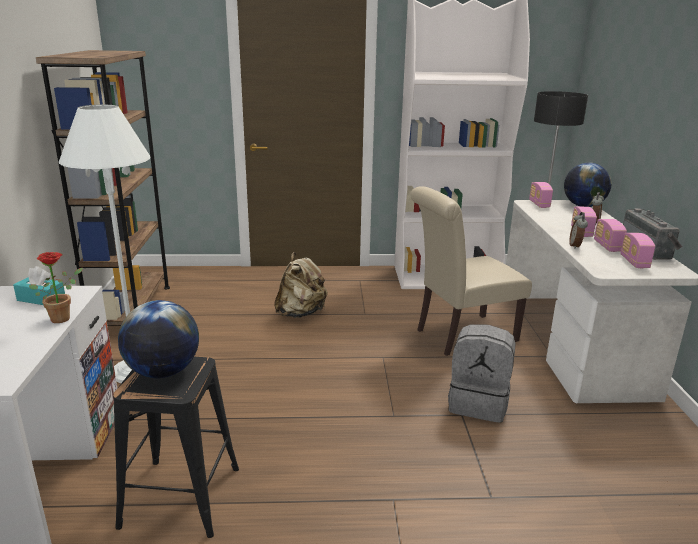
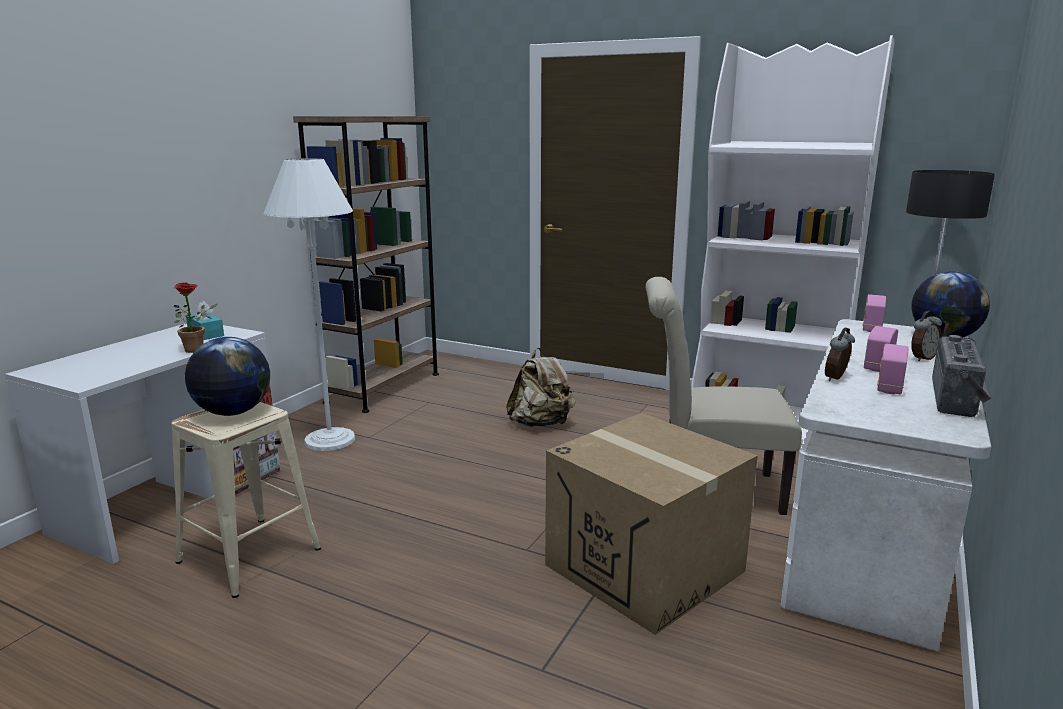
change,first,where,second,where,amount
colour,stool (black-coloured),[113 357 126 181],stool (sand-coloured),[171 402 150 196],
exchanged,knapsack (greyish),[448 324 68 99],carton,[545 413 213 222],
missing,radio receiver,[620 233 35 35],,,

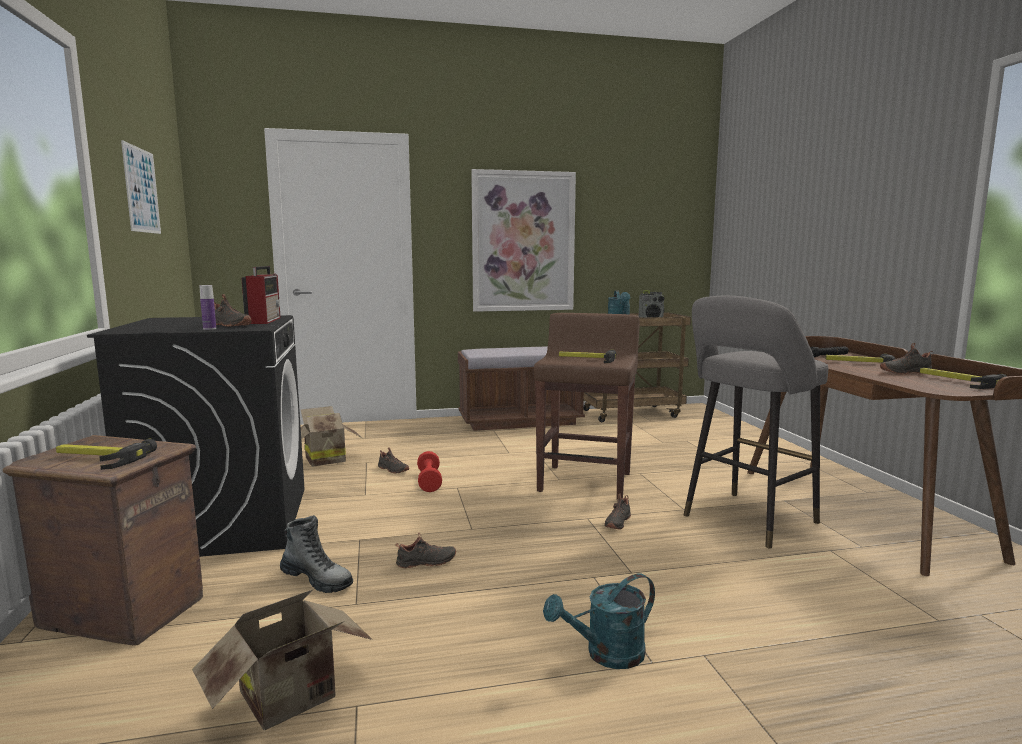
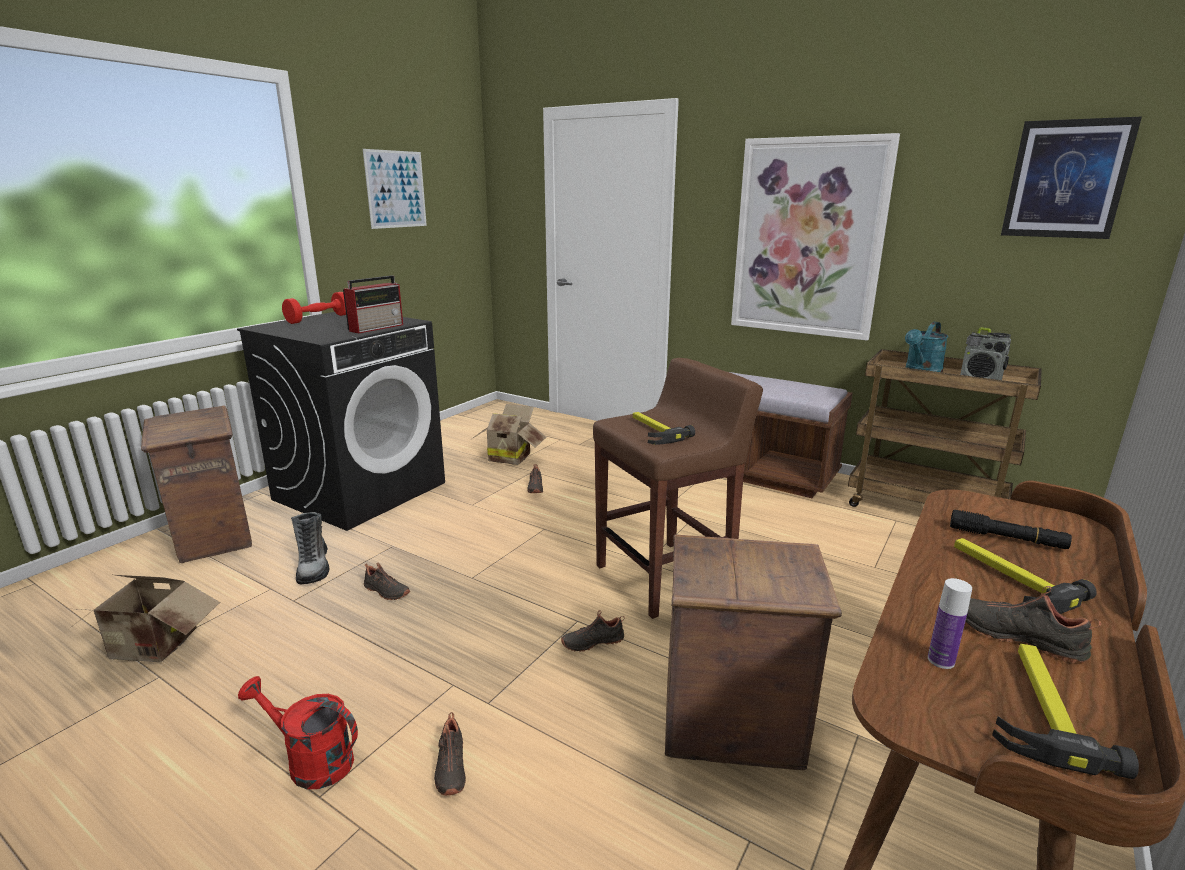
change,first,where,second,where,amount
colour,sprinkling can (turquoise-coloured),[543 573 112 96],sprinkling can (red),[238 676 120 113],
relocated,free weight (red),[417 451 25 41],,[282 292 64 32],
relocated,low shoe (black-coloured),[214 294 38 33],,[434 712 32 84],
exchanged,stool (greyish),[684 296 144 253],packing crate,[665 535 177 235],
relocated,beverage bottle,[199 285 17 45],,[928 578 44 91],
appeared,,,wall art,[1001 116 141 123],
missing,hand hammer,[56 439 101 31],,,

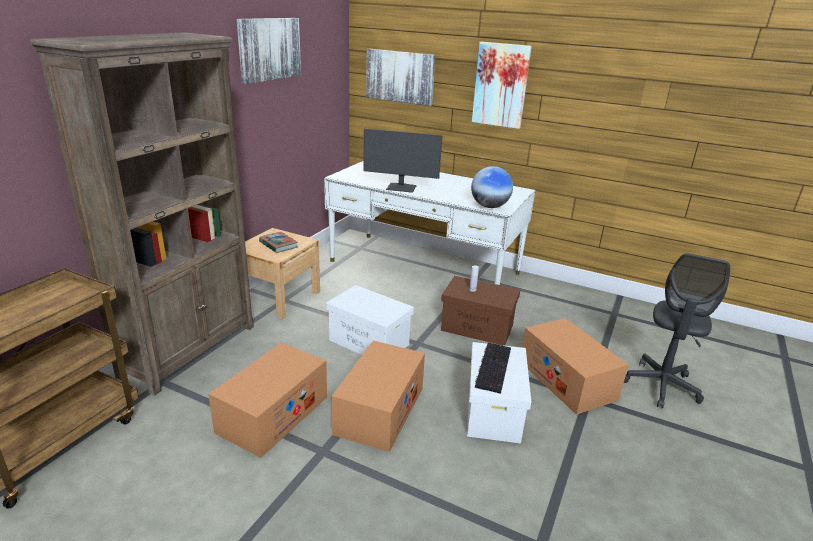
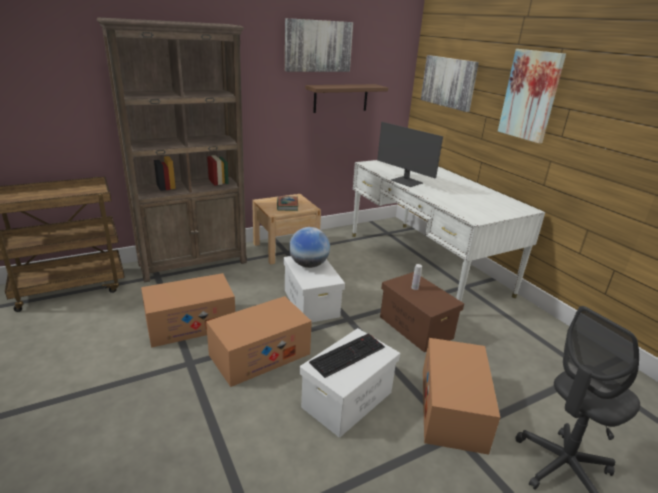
change,first,where,second,where,amount
relocated,globe,[471 166 42 42],,[289 227 41 41],
appeared,,,bracket shelf,[305 84 83 29],

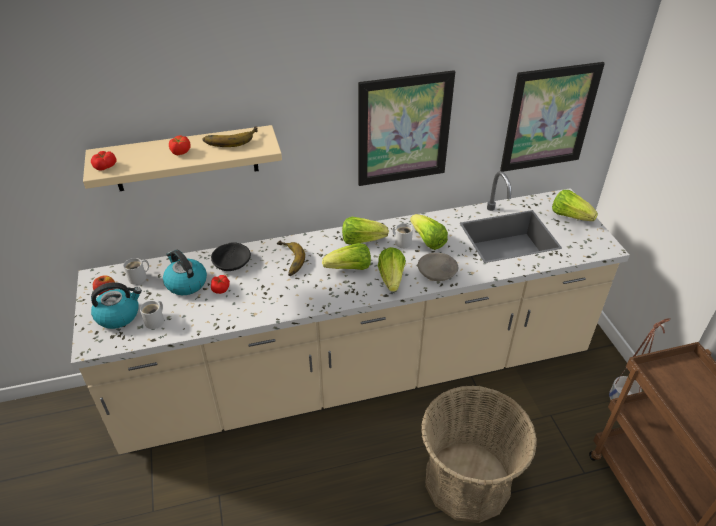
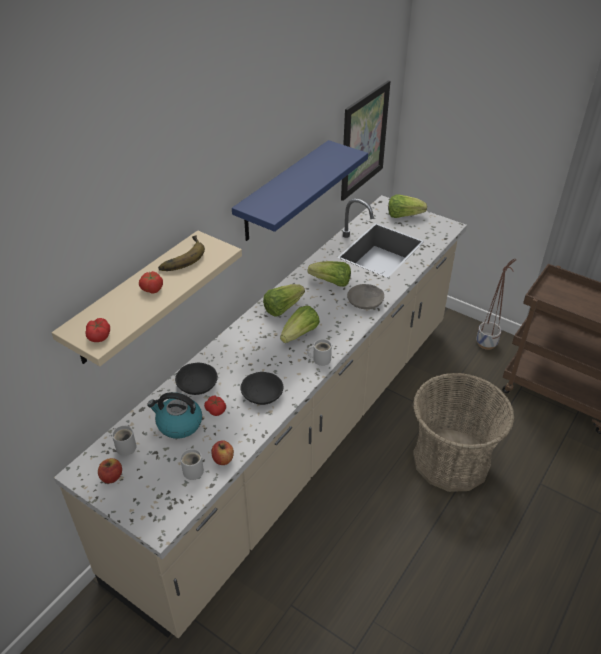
change,first,where,second,where,amount
appeared,,,apple,[212 440 22 25],
exchanged,wall art,[358 70 97 116],bracket shelf (blue-coloured),[232 140 136 101],
appeared,,,bowl (black-coloured),[241 372 43 33],
relocated,mug (whitish),[392 223 21 25],,[307 339 25 27],
missing,water kettle,[91 282 51 47],,,
missing,banana,[277 240 28 36],,,
missing,lettuce head,[378 247 28 45],,,

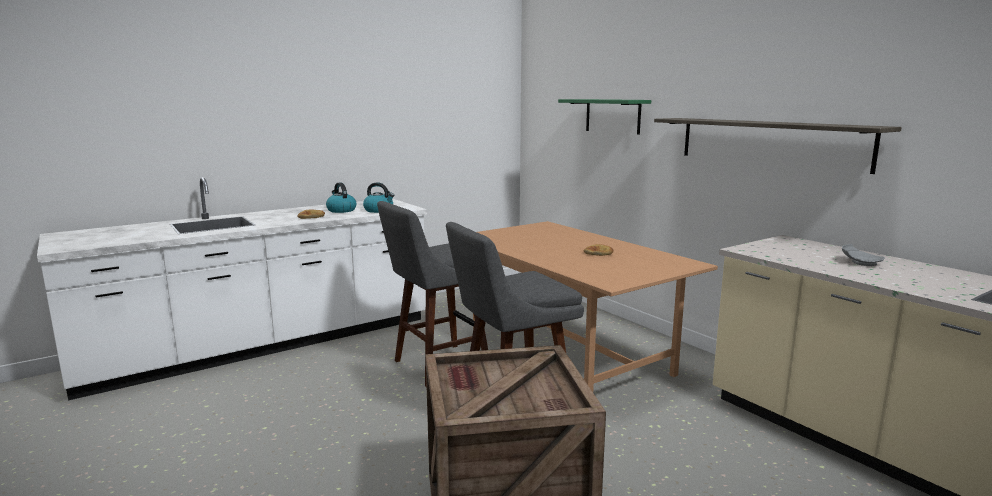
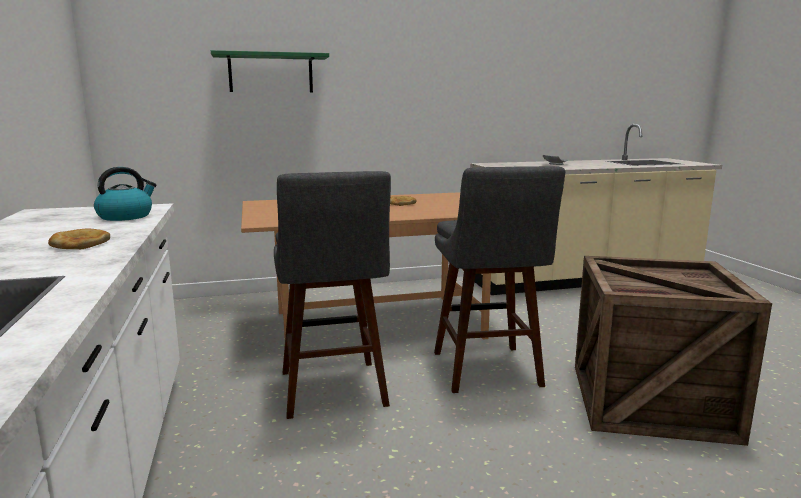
change,first,where,second,where,amount
missing,water kettle,[326 182 30 31],,,
missing,bracket shelf,[654 118 248 56],,,

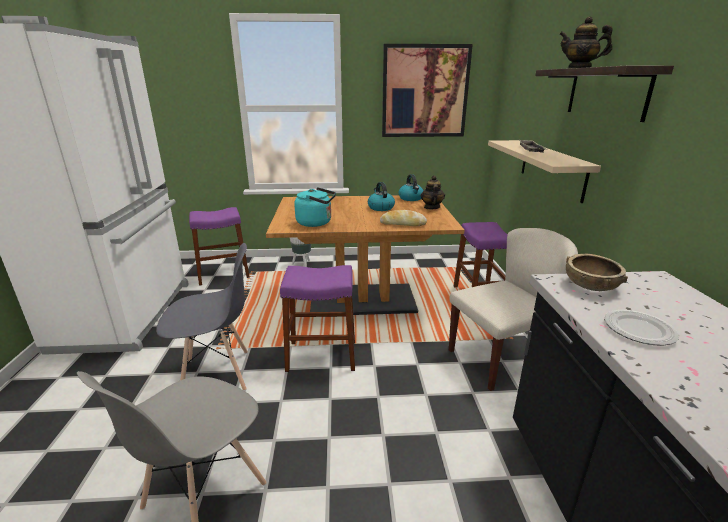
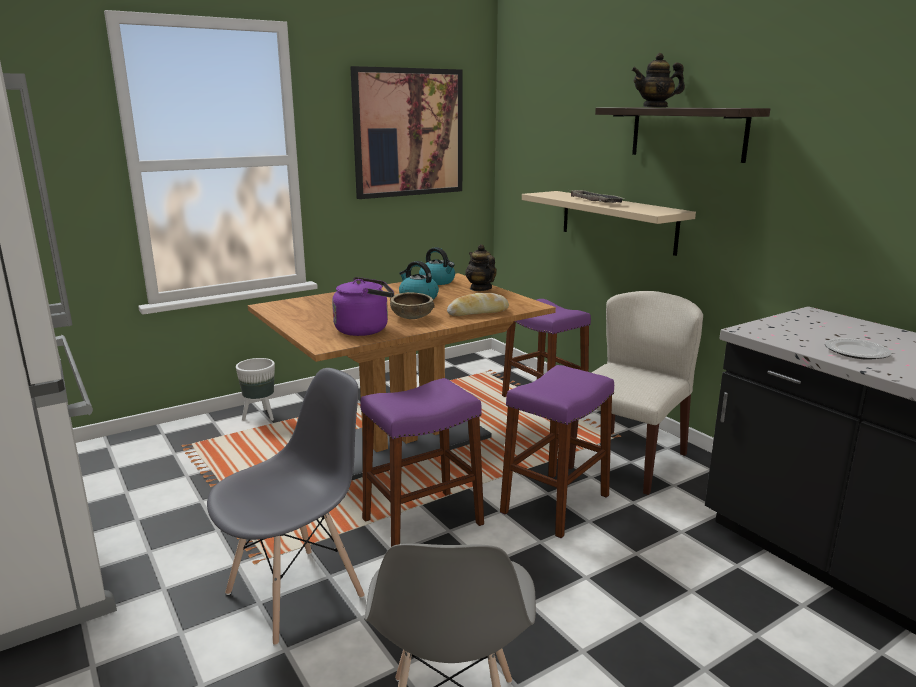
change,first,where,second,where,amount
colour,water kettle (turquoise-coloured),[294 187 42 40],water kettle (purple),[332 277 62 59],
relocated,bowl (brown-coloured),[566 254 62 37],,[390 292 44 27],
relocated,stool (purple),[189 207 61 79],,[500 365 114 173],

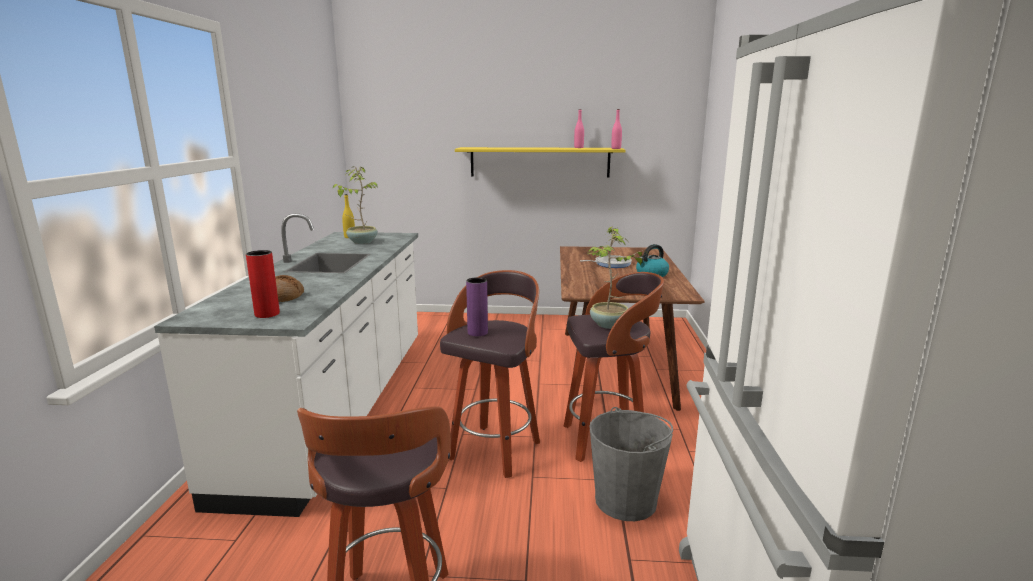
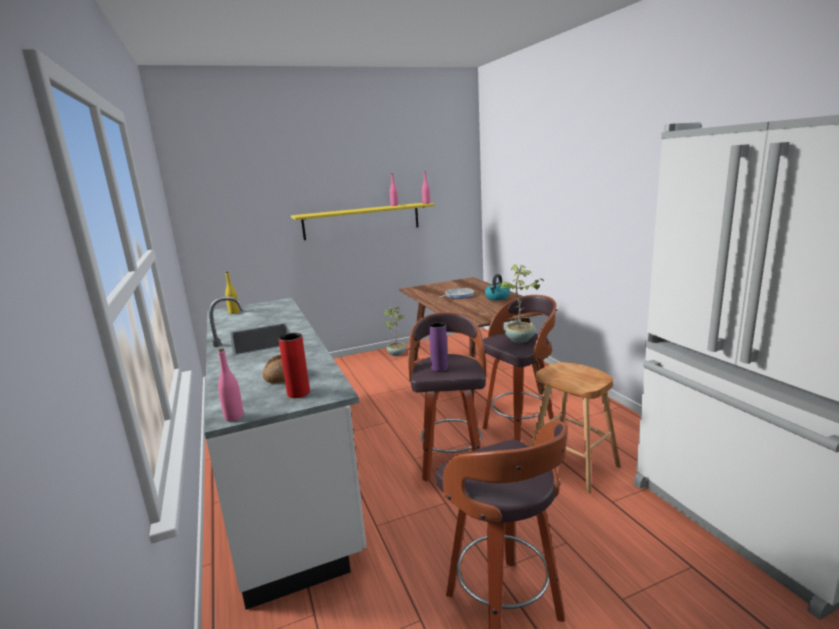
change,first,where,second,where,amount
appeared,,,beverage bottle (pinkish),[218 348 25 73],
relocated,potted plant,[333 166 46 78],,[384 307 22 49],
exchanged,pail (greyish),[590 407 83 114],stool (brown-coloured),[531 362 90 131],

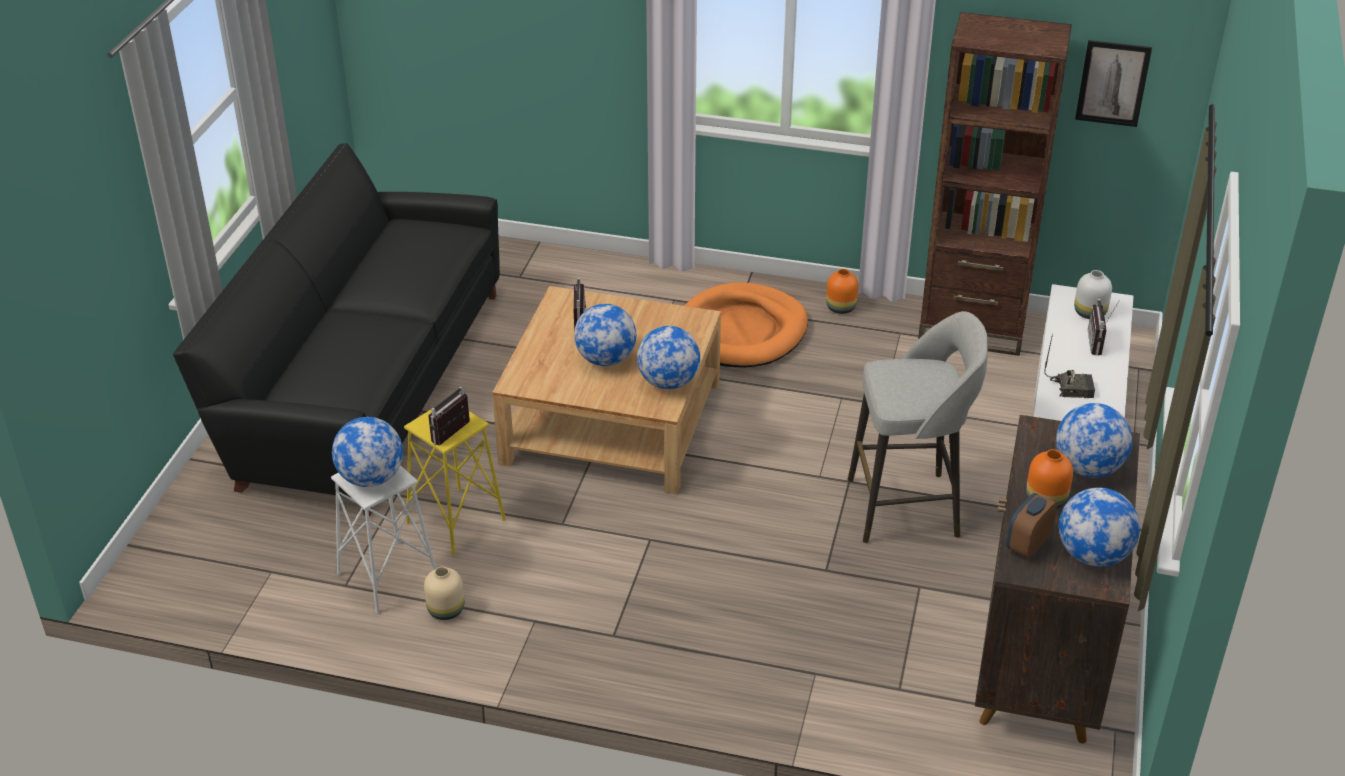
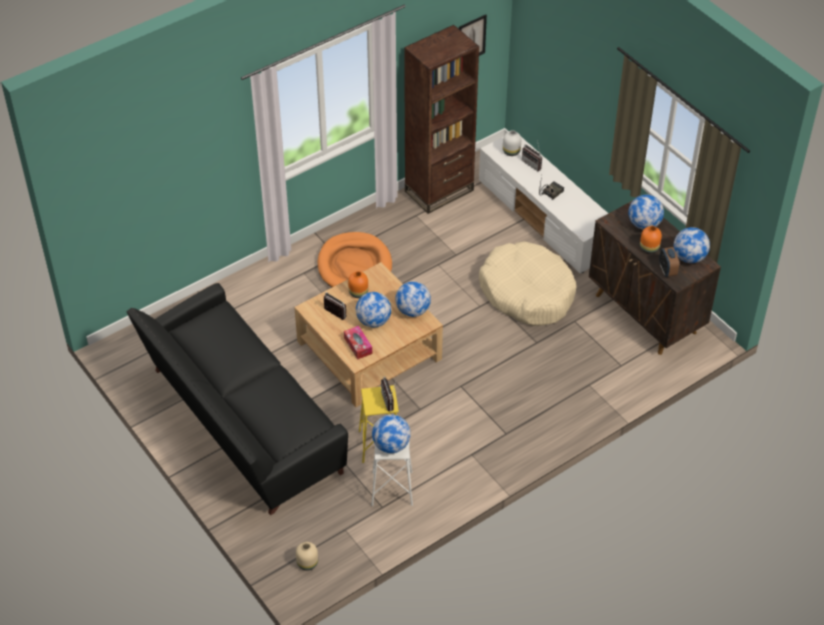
change,first,where,second,where,amount
relocated,flower vase (sand-coloured),[424 567 40 53],,[296 542 22 29],
appeared,,,box of tissues,[344 326 28 33],
relocated,flower vase (orangey),[826 269 32 45],,[348 271 20 27],
exchanged,stool (greyish),[848 311 140 232],dog cushion (sand-coloured),[479 241 98 85],

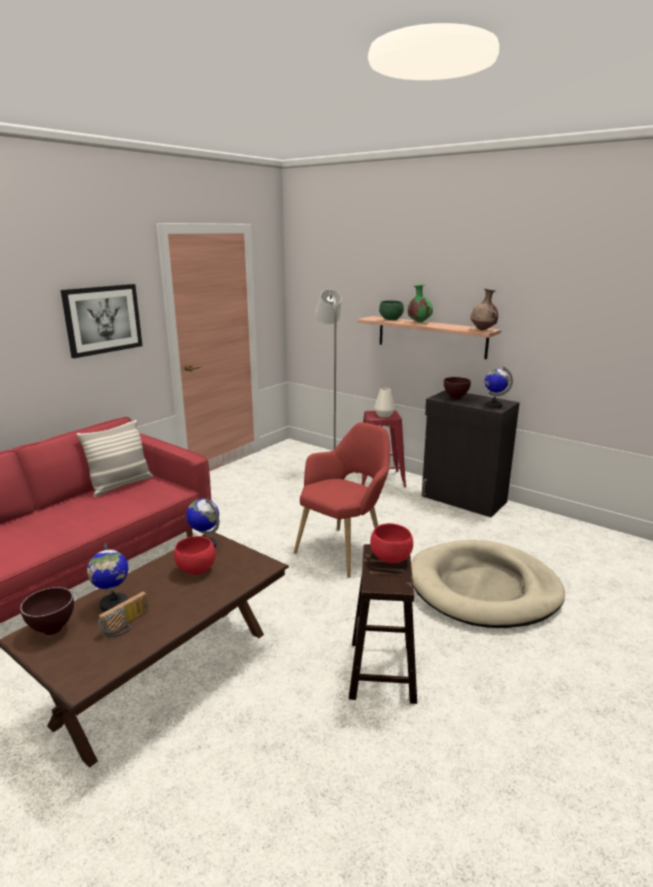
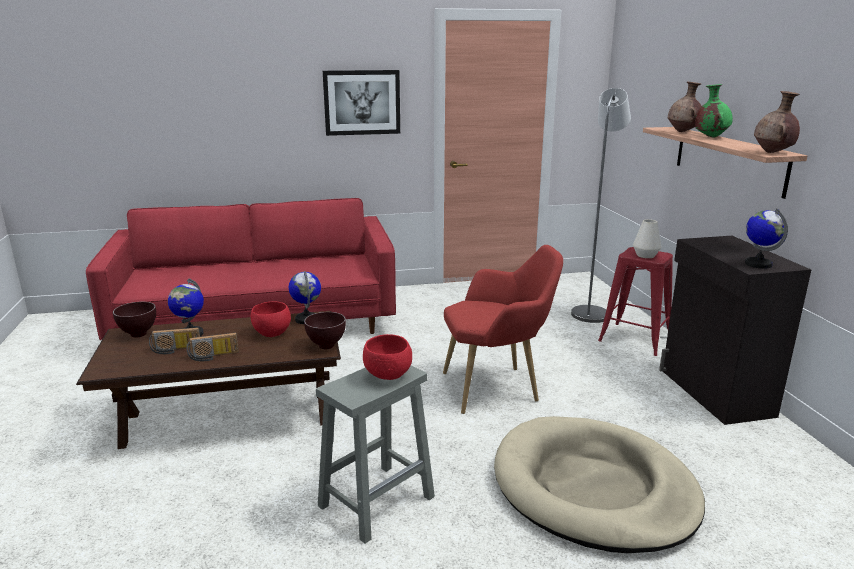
change,first,where,second,where,amount
appeared,,,radio receiver,[186 333 53 28],
relocated,bowl (brown-coloured),[444 377 27 23],,[304 312 42 37],
colour,stool (brown-coloured),[349 544 68 160],stool (greyish),[316 365 119 179],
exchanged,bowl (green),[379 300 25 20],flower vase (brown-coloured),[668 82 34 50],
missing,pillow,[77 420 76 77],,,

